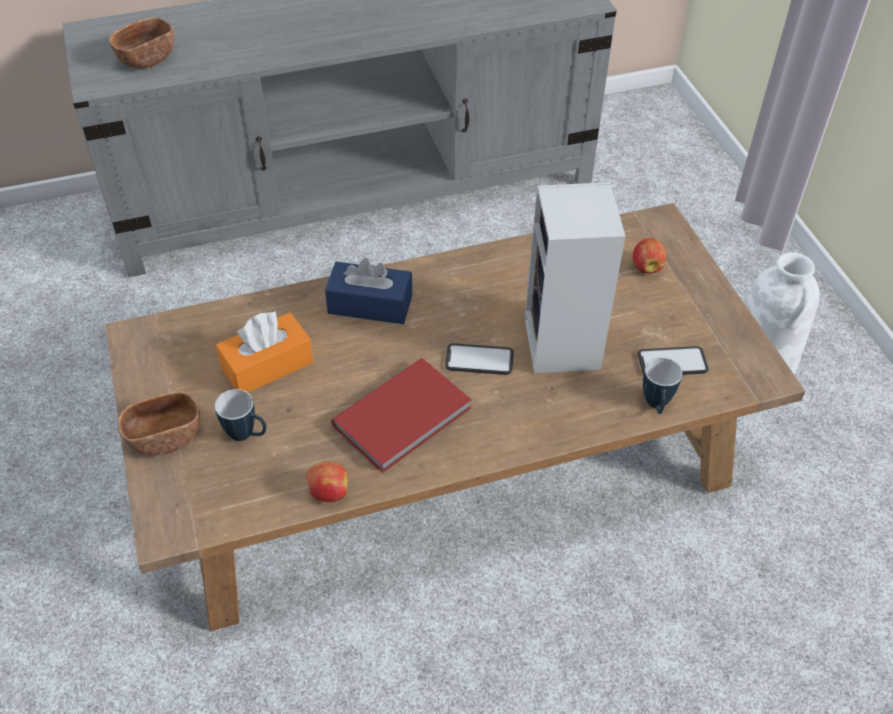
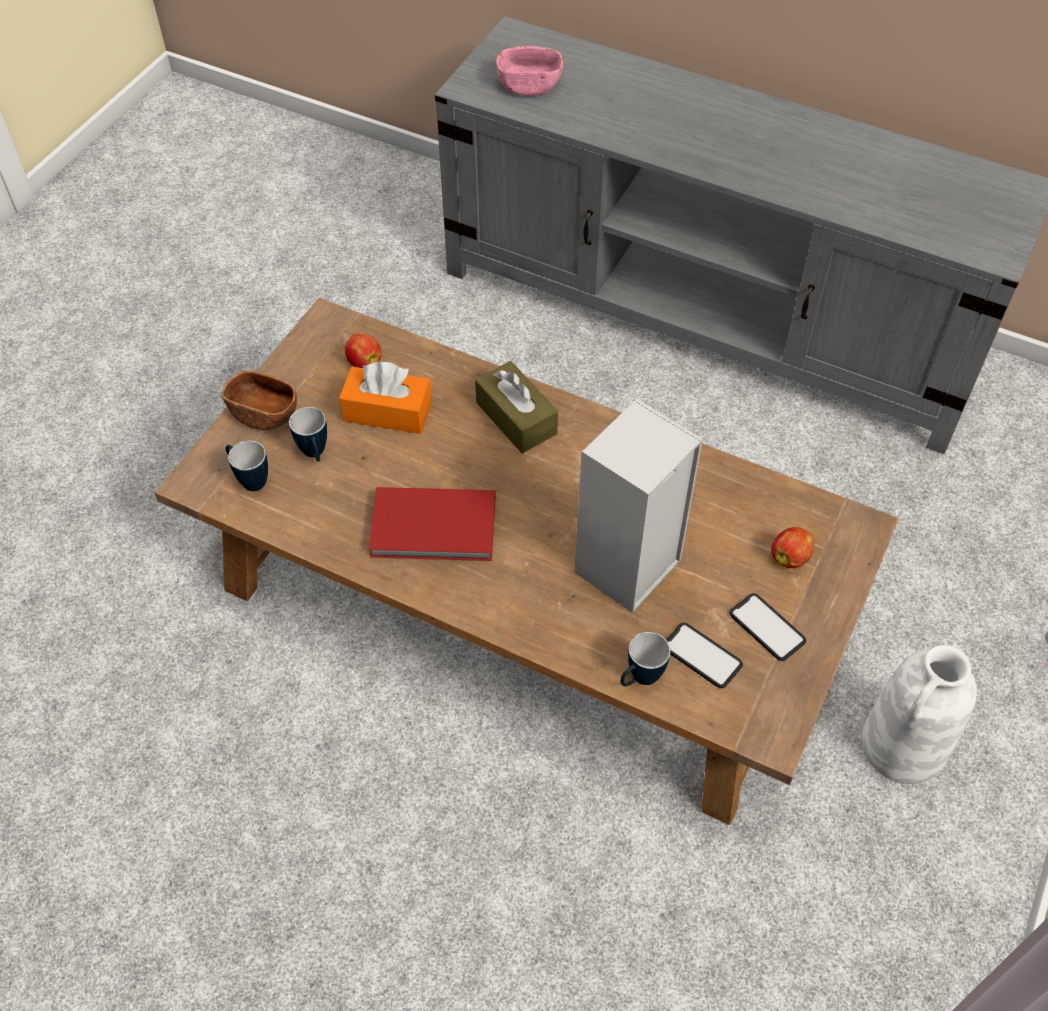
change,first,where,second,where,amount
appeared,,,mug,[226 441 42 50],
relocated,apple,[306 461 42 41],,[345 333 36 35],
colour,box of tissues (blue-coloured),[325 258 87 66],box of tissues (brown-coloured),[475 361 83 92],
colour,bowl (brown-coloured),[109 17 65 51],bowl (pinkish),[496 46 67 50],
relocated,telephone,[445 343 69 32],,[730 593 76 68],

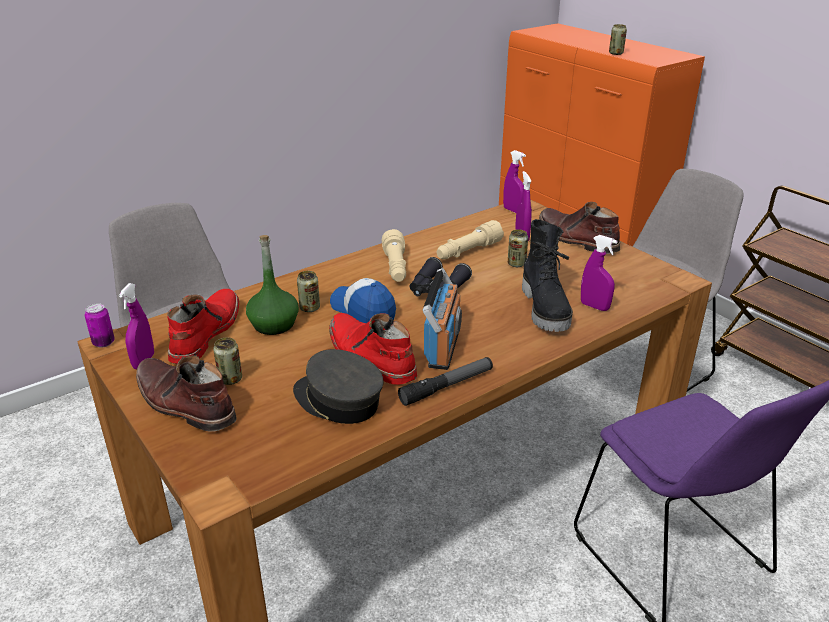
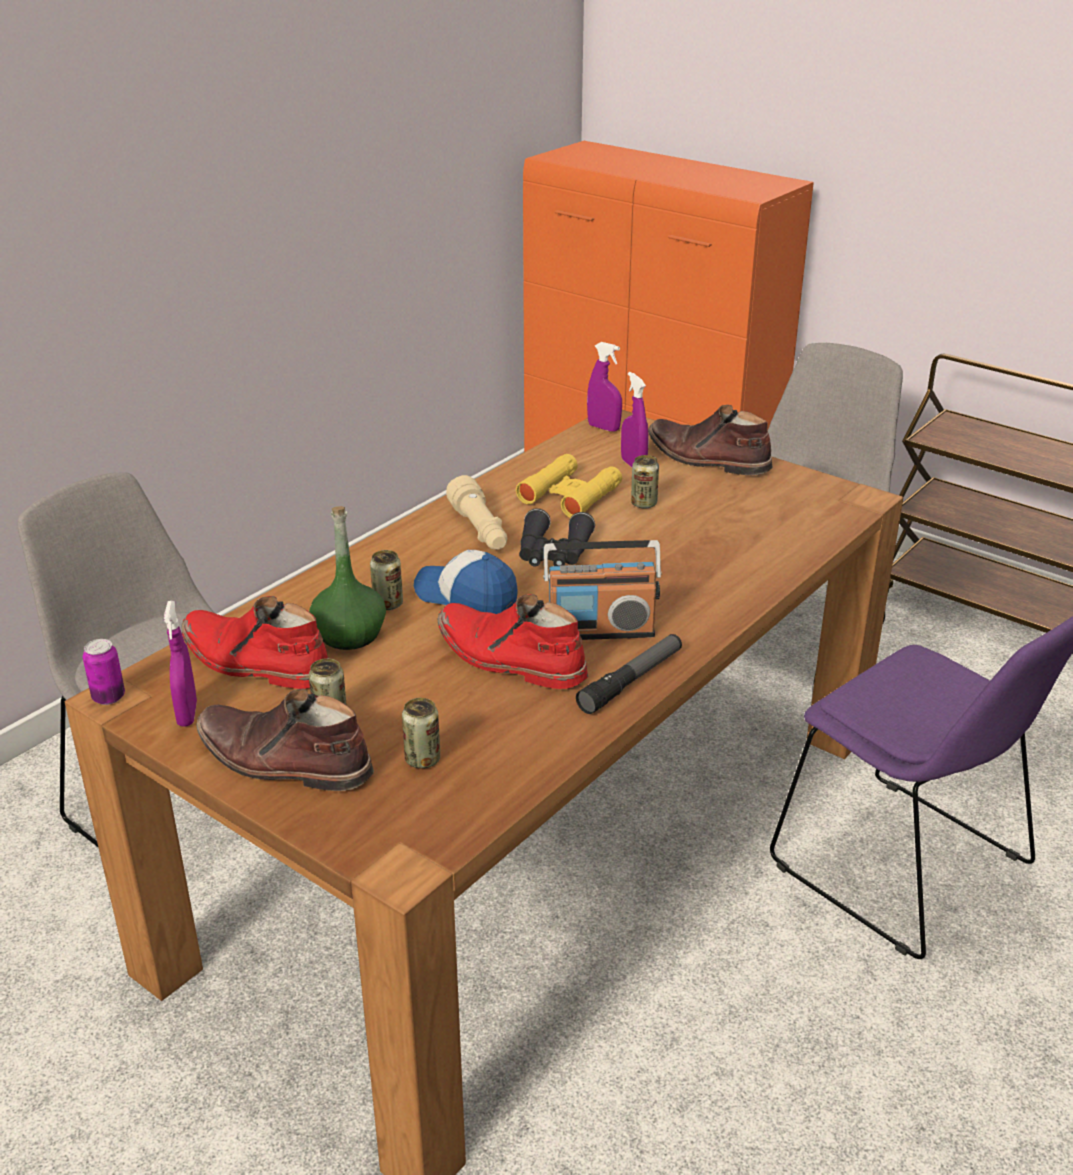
change,first,where,second,where,amount
spun,boot (red),[167 289 72 75],,[181 596 147 93],60 degrees counterclockwise
relocated,metal can,[609 24 18 31],,[402 698 38 70],
exchanged,torch (sand-coloured),[437 220 67 39],field glasses (yellow-coloured),[516 454 106 64],
spun,radio receiver,[423 268 39 102],,[543 540 118 100],90 degrees clockwise
missing,cap (greyish),[293 349 90 75],,,
missing,boot (black-coloured),[522 219 51 113],,,
missing,spray bottle (purple),[581 235 37 76],,,

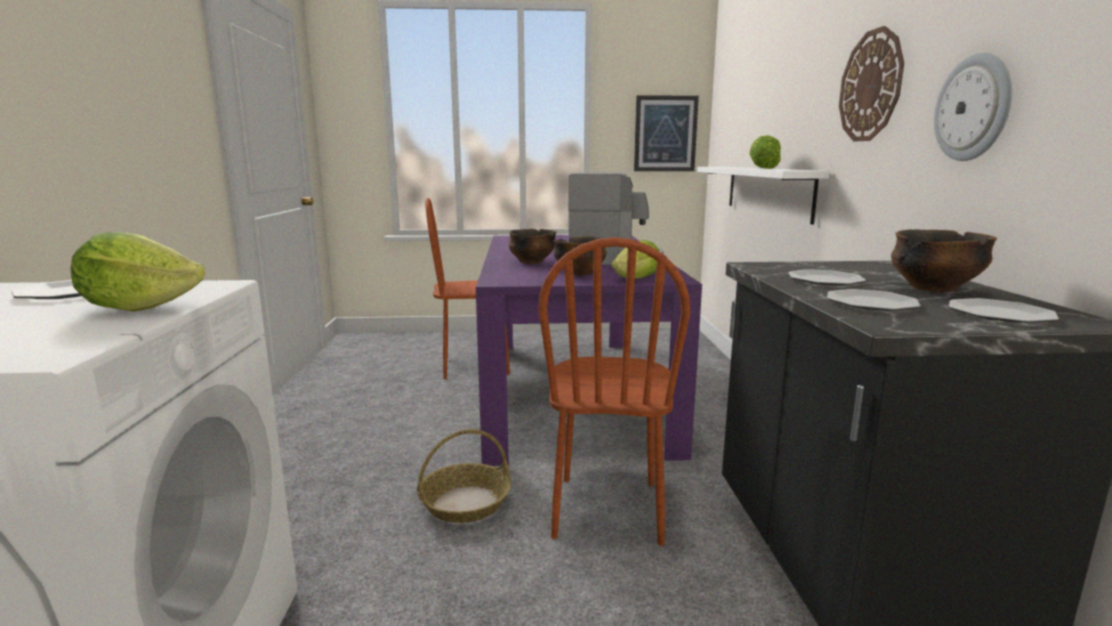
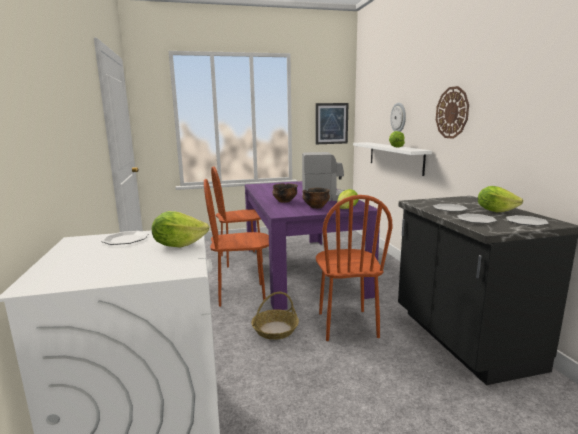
change,first,where,second,where,amount
appeared,,,chair (brown-coloured),[204 179 65 128],
relocated,wall clock,[934 53 78 108],,[390 102 16 30],
exchanged,bowl,[891 229 106 63],lettuce head,[478 186 45 26],

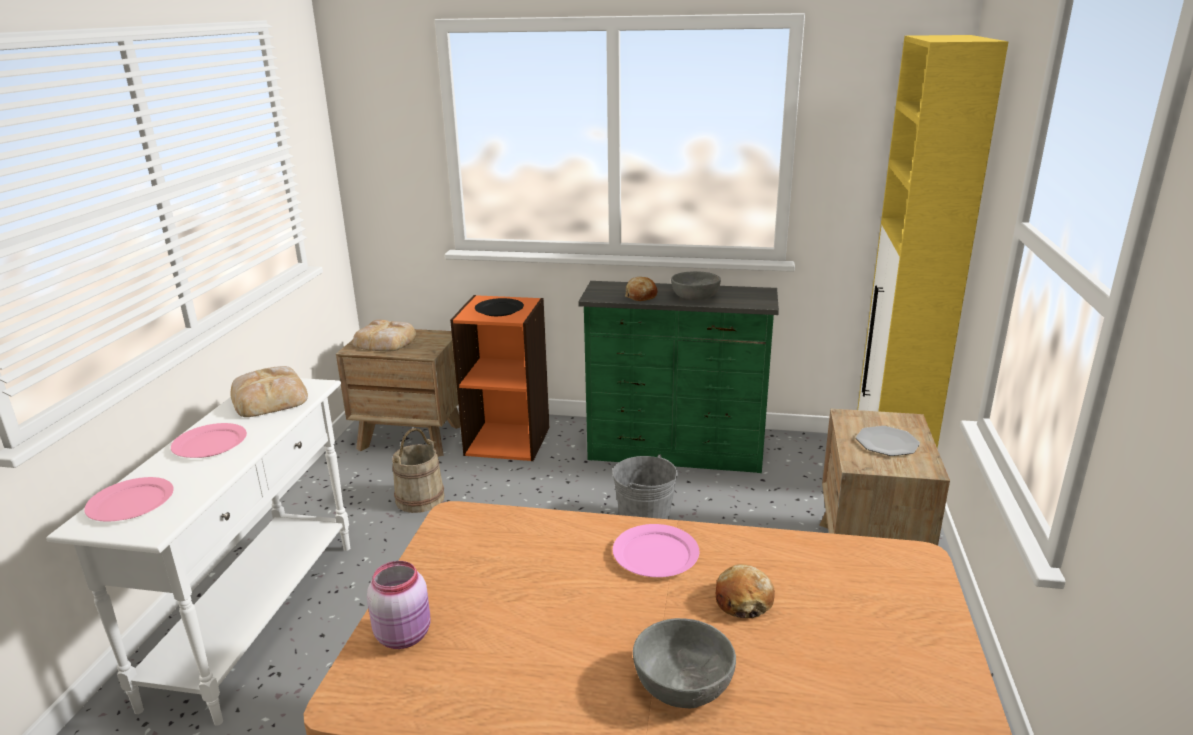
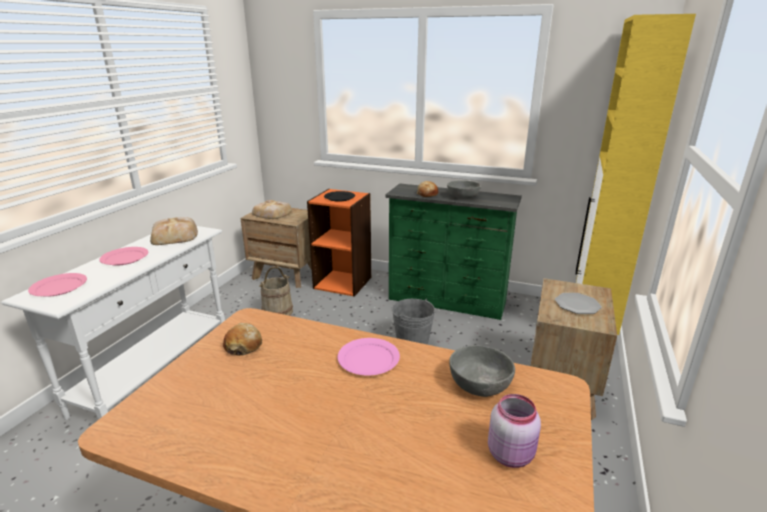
change,first,where,second,where,amount
relocated,bread,[716 564 59 54],,[223 323 39 33],
relocated,bowl (greyish),[633 618 103 91],,[449 345 66 52],
relocated,preserve jar (pinkish),[367 561 63 88],,[488 394 53 74],

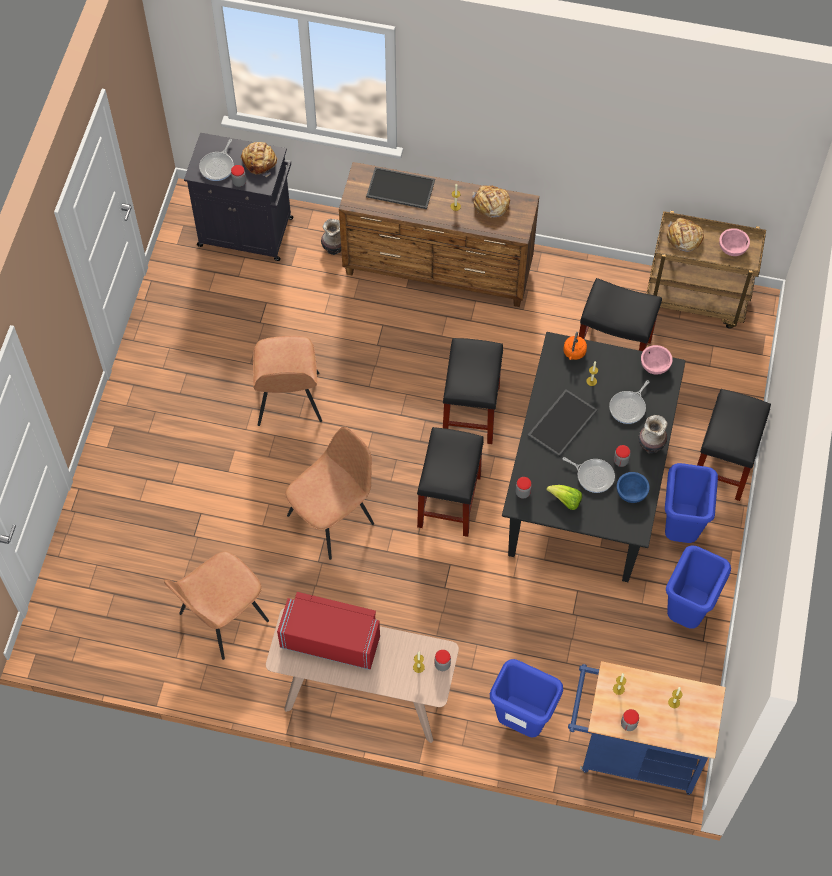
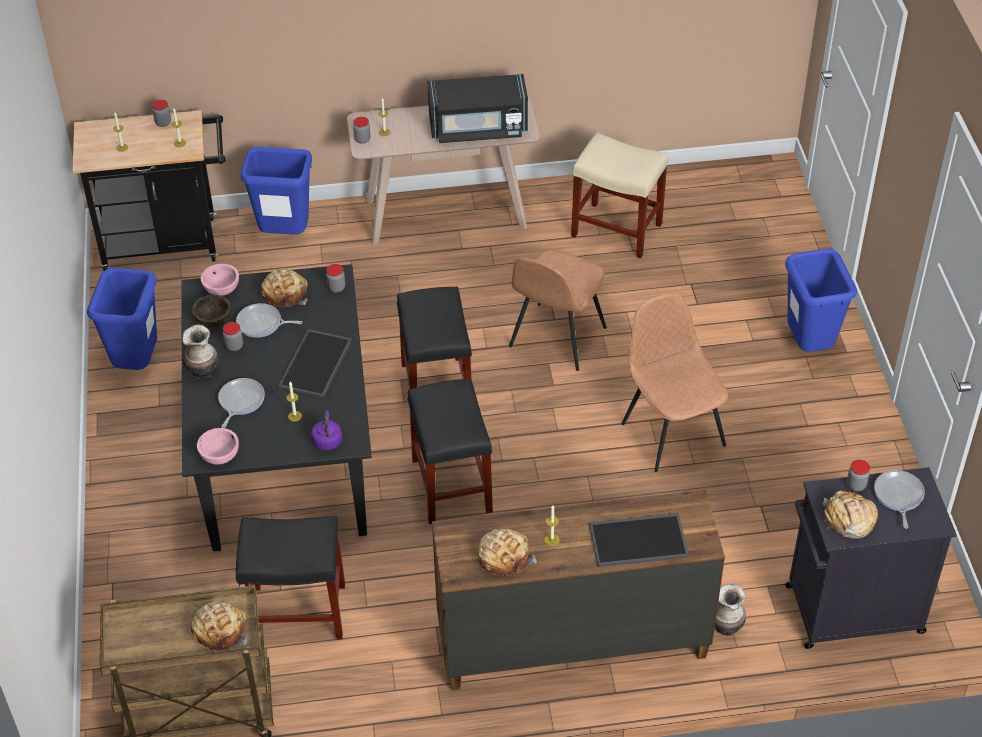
change,first,where,second,where,amount
colour,cart (blue-coloured),[568 661 158 134],cart (black-coloured),[73 110 152 161],
colour,bowl (blue-coloured),[617 472 33 31],bowl (brown-coloured),[192 295 39 33],
relocated,bowl (pinkish),[719 228 31 28],,[201 264 38 32],
exchanged,lettuce head,[546 485 36 25],bread,[261 268 47 40],
colour,water kettle (orangey),[563 332 24 28],water kettle (purple),[311 410 31 40],
colour,microwave oven (red),[277 592 103 78],microwave oven (black-coloured),[427 74 101 69],
exchanged,chair (brown-coloured),[164 551 105 109],stool (sand-coloured),[571 133 98 125],
relocated,trash can (blue-coloured),[665 463 53 80],,[785 249 72 103],
missing,stool (black-coloured),[697 389 74 112],,,

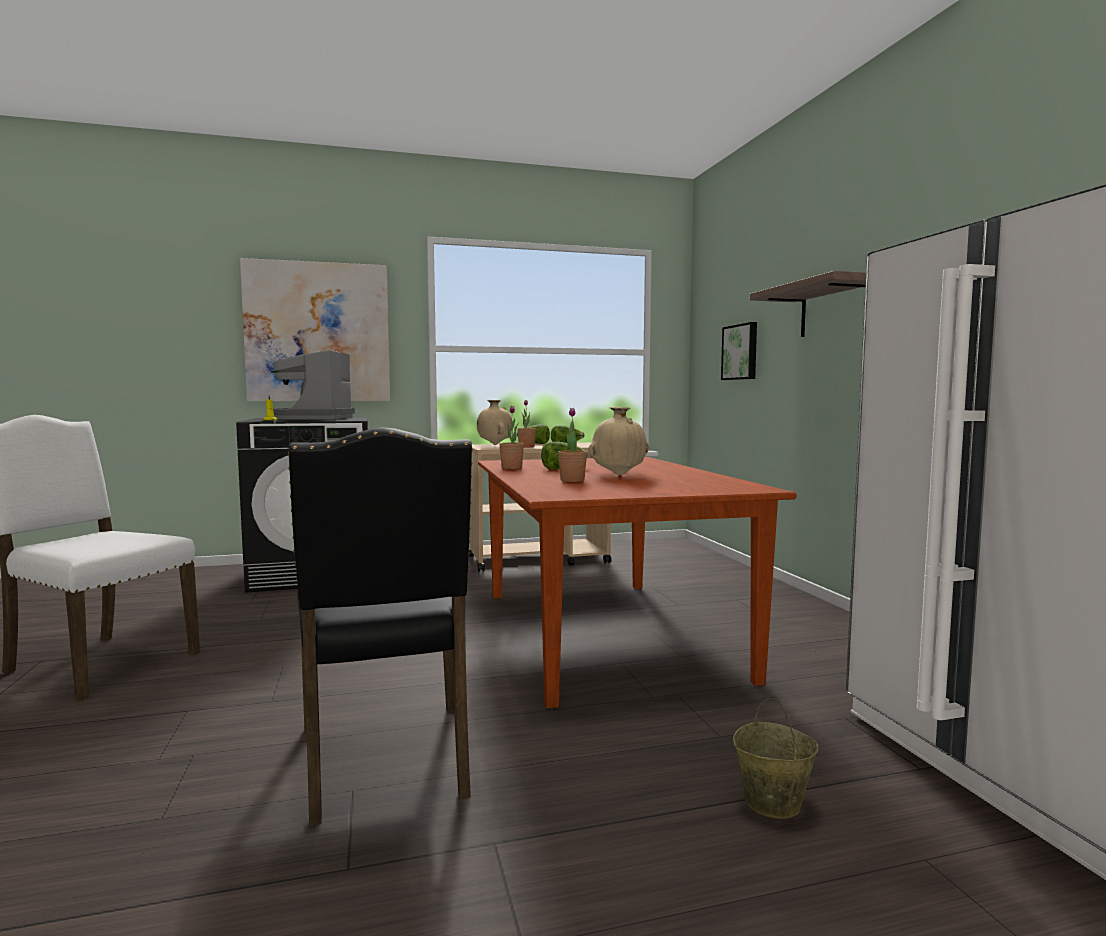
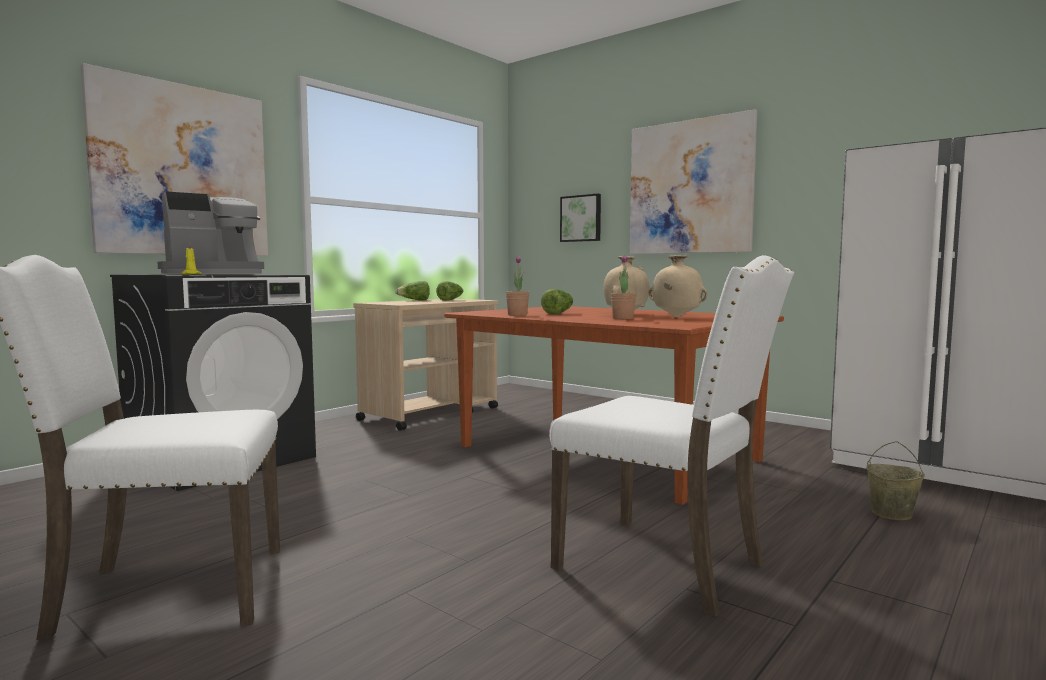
change,first,where,second,where,amount
spun,coffee maker,[270 350 85 69],,[158 191 106 83],90 degrees counterclockwise
colour,chair (black-coloured),[288 427 185 399],chair (whitish),[549 255 245 362],
exchanged,bracket shelf,[750 271 116 66],wall art,[630 109 127 145],
relocated,flower vase (sand-coloured),[477 400 35 45],,[649 255 59 62],
missing,potted plant,[517 400 19 48],,,

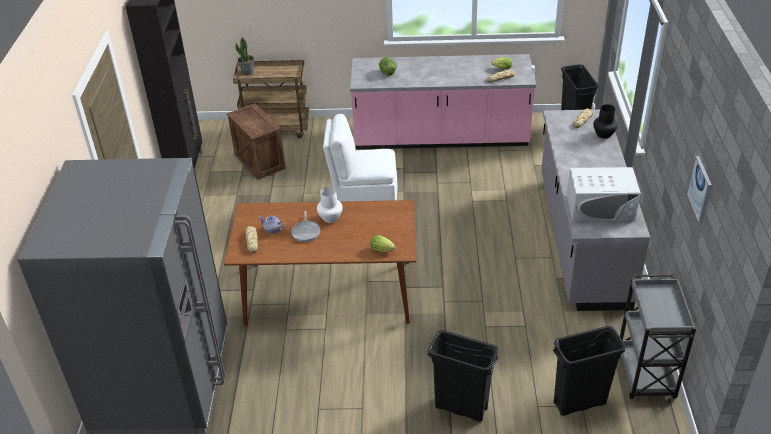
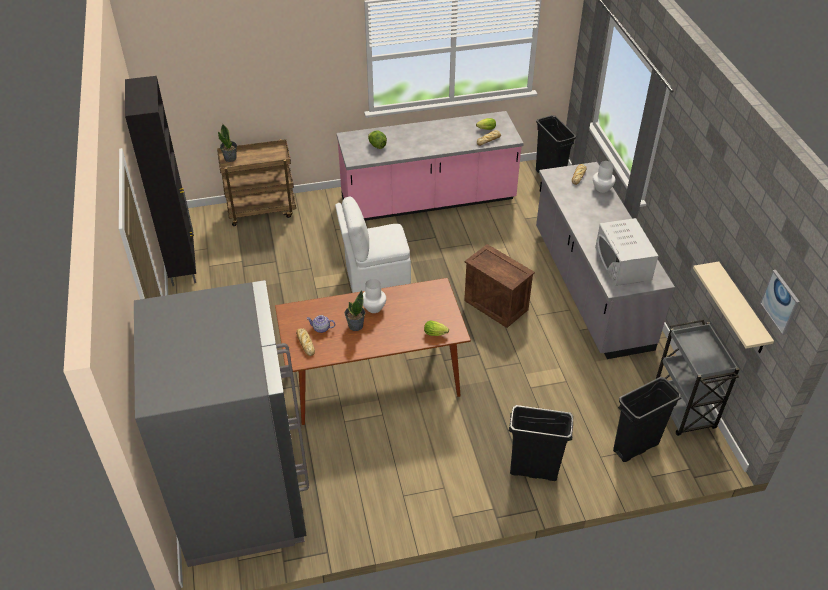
change,first,where,second,where,amount
exchanged,pan,[291 211 29 31],potted plant,[344 291 21 40],
relocated,packing crate,[227 103 59 77],,[464 244 71 84],
colour,flower vase (black-coloured),[593 104 25 35],flower vase (whitish),[593 161 22 32],
spun,microwave oven (whitish),[567 167 74 54],,[595 218 63 68],90 degrees clockwise
appeared,,,bracket shelf (sand-coloured),[693 262 81 91],
relocated,wall art,[687 156 25 67],,[760 270 40 65],

